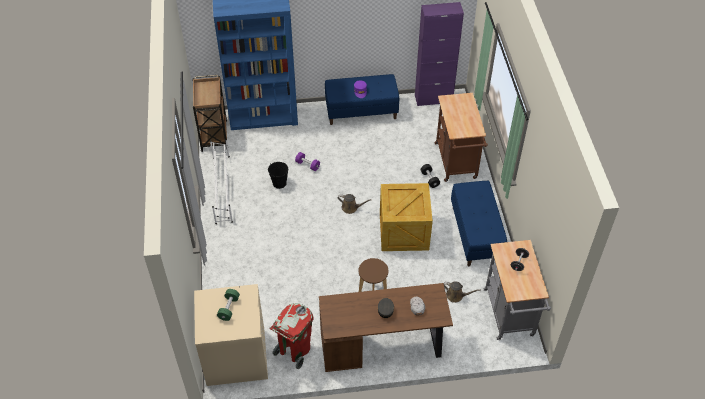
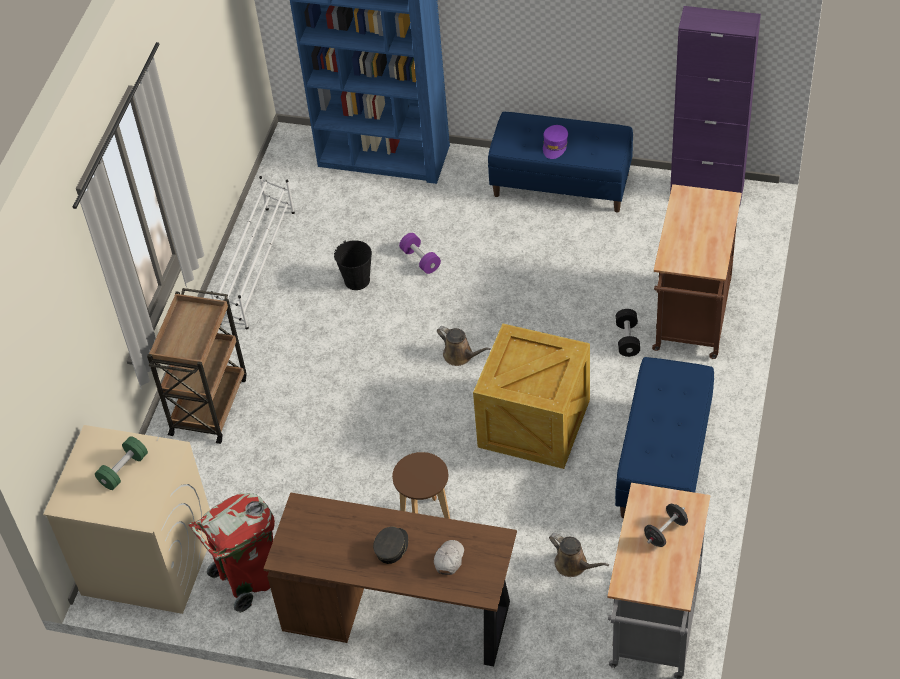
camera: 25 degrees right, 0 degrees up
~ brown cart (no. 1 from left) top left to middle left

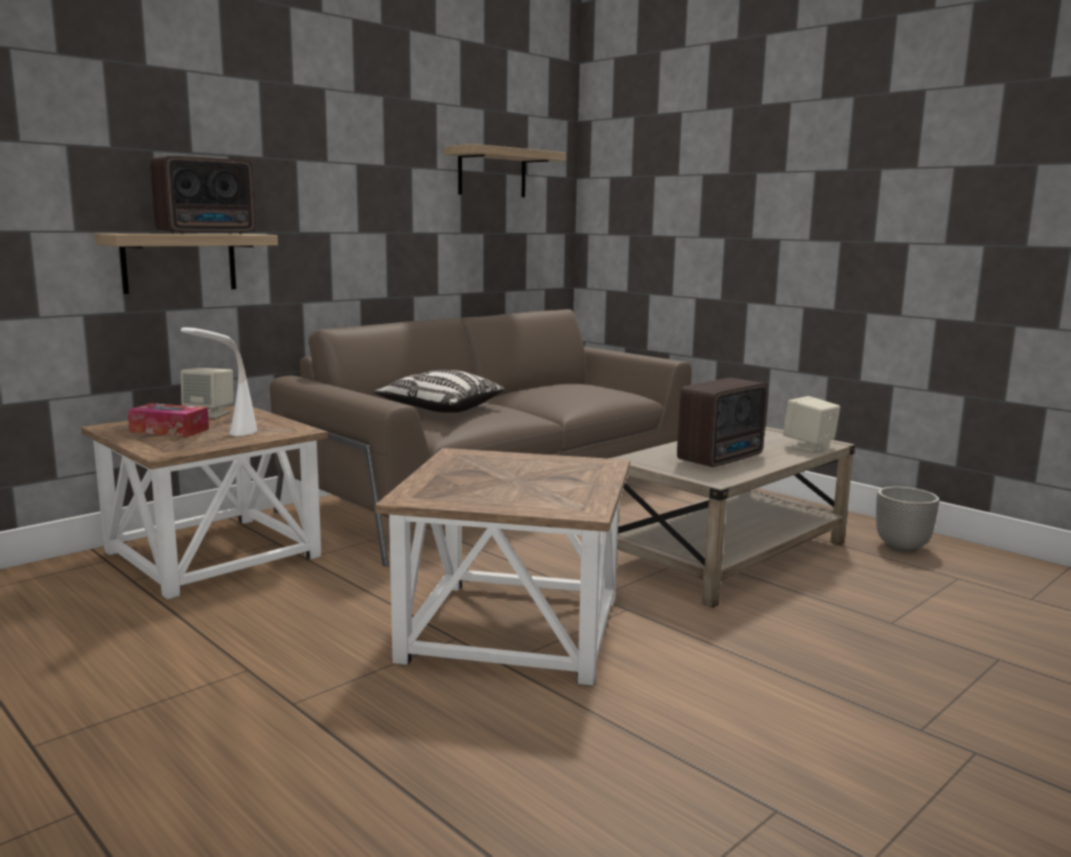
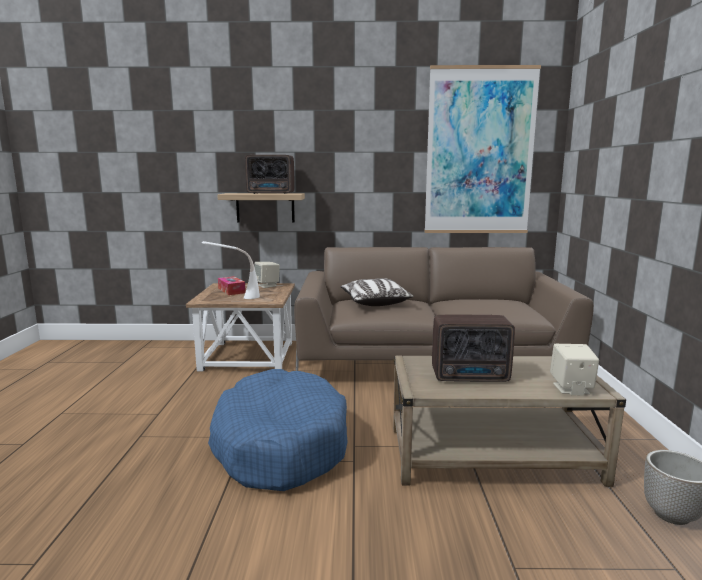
camera: 45 degrees right, 0 degrees up
~ brown side table (no. 2 from left) centre to blue dog bed bottom centre
~ shelf (no. 2 from left) top centre to picture top right

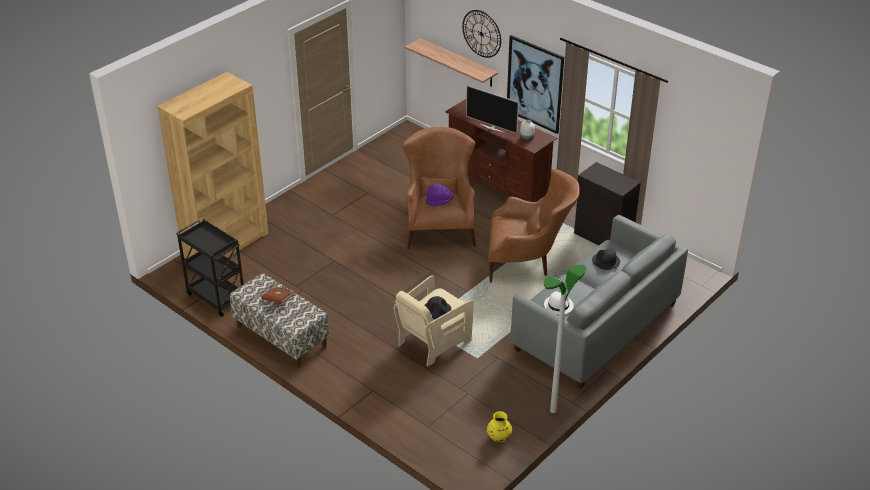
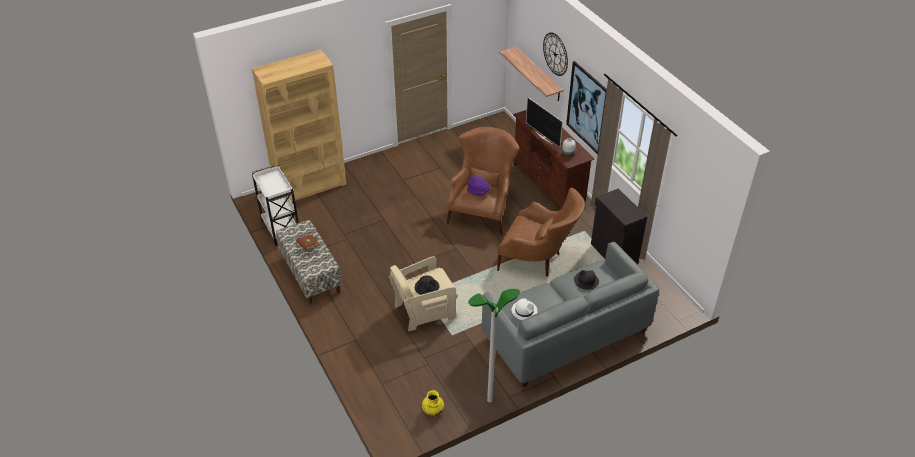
camera: 20 degrees right, 5 degrees up
~ black cart middle left to white cart middle left

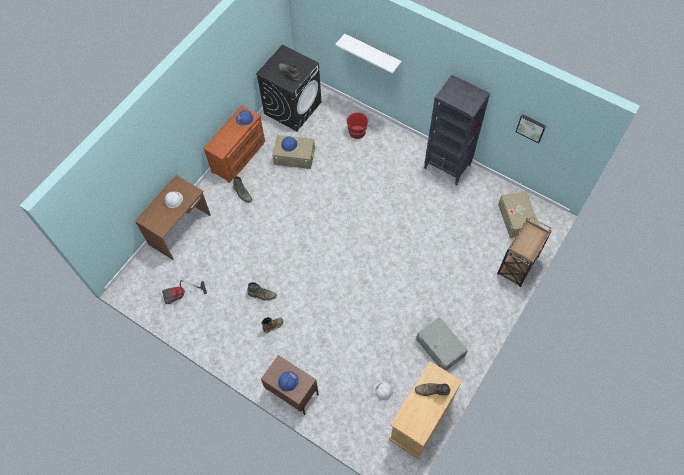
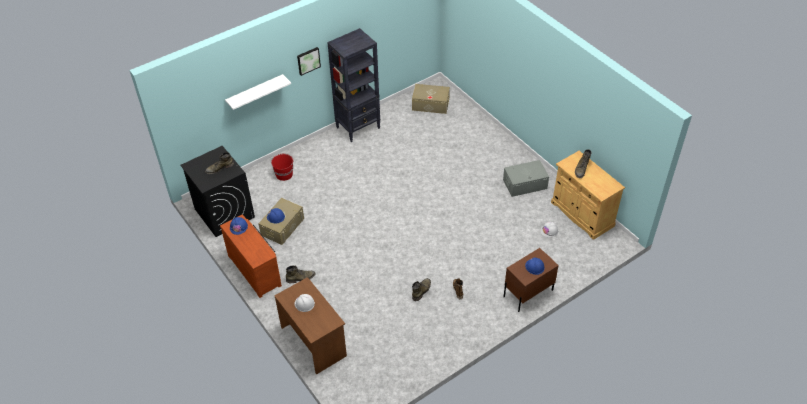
camera: 70 degrees left, 15 degrees down
- vacuum cleaner middle left
- brown cart middle right
~ picture top right to top centre

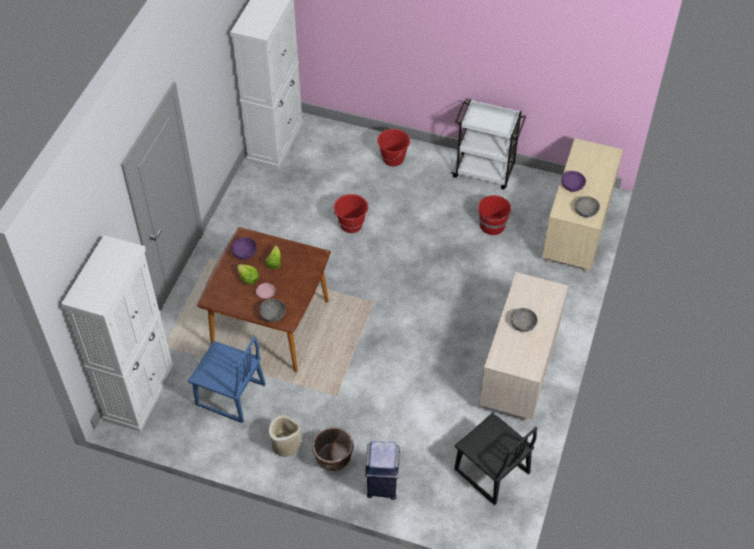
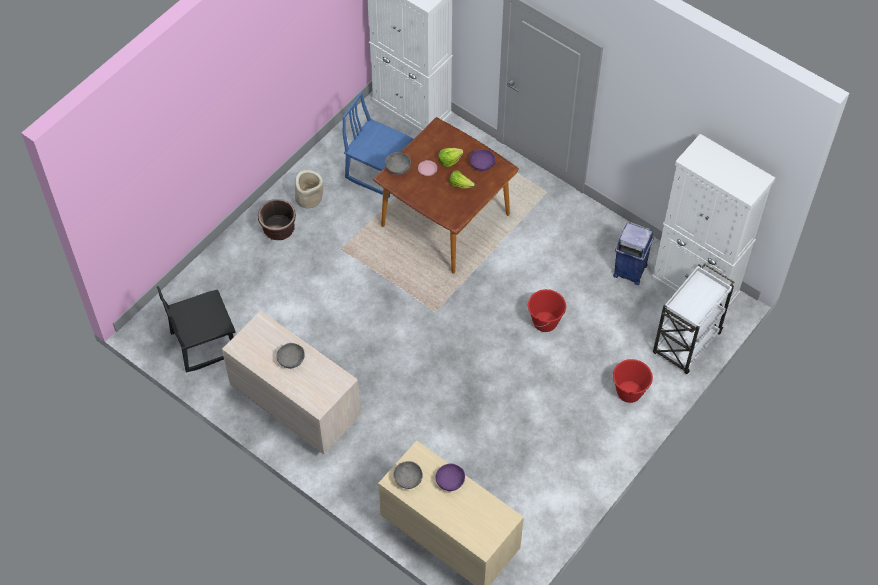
camera: 110 degrees right, 5 degrees up
- red bucket (no. 3 from left) centre
~ blue trash can bottom centre to middle right
~ white cart top centre to middle right
~ blue chair bottom left = top centre 75 degrees clockwise

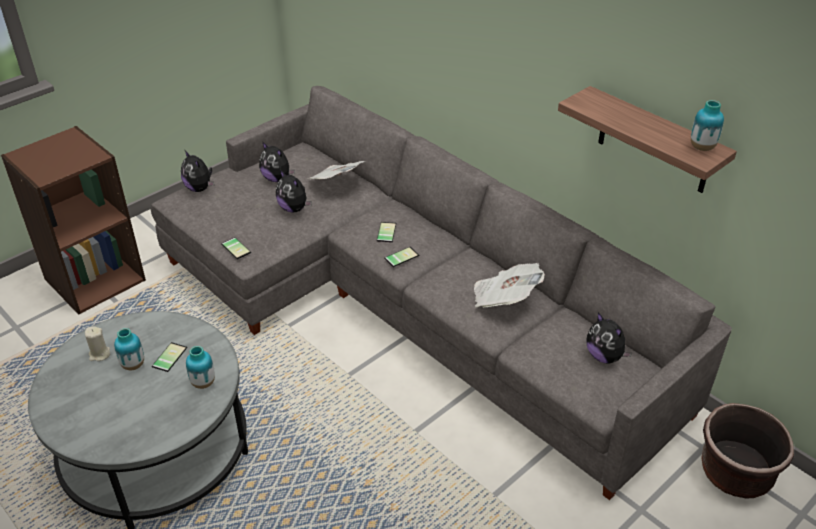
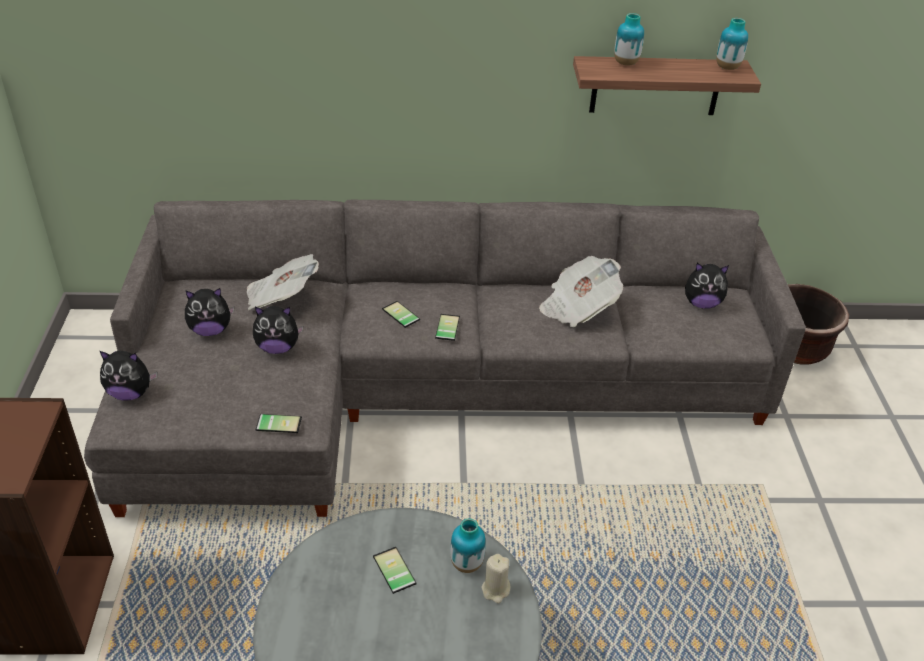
camera: 50 degrees left, 0 degrees up
~ beige candle middle left to bottom centre
~ vase (no. 1 from left in the first image) middle left to vase (no. 2 from left) top right

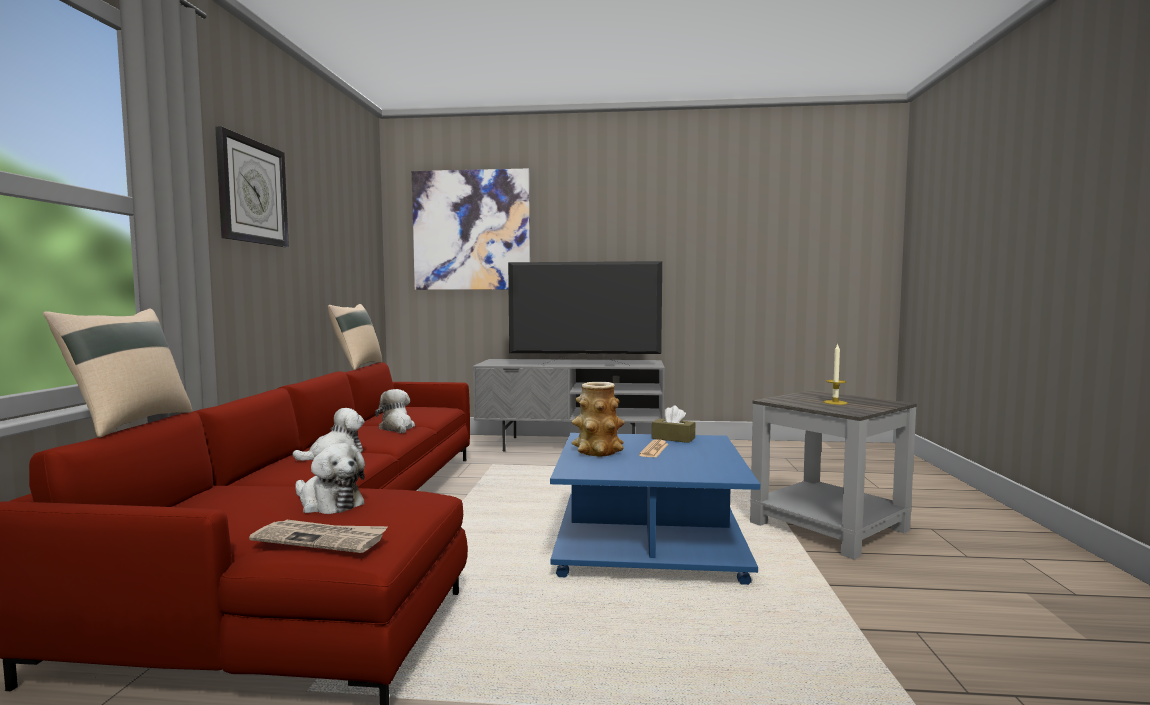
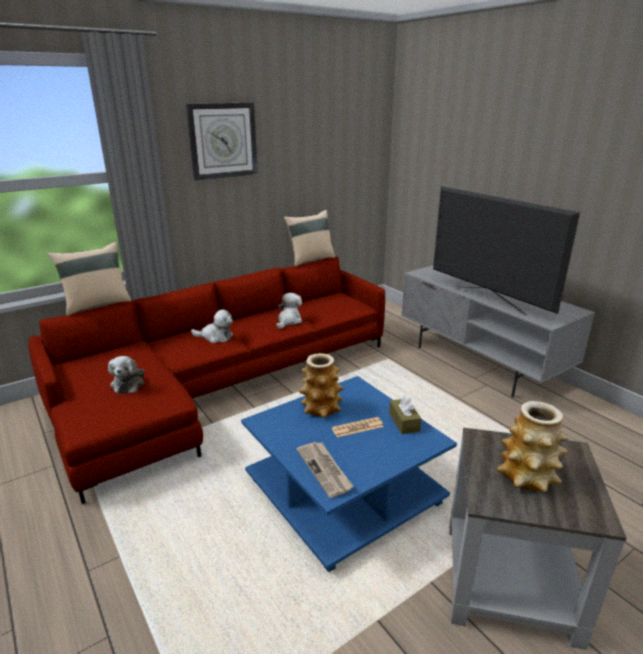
camera: 50 degrees right, 20 degrees up
- picture top centre
~ newspaper (no. 1 from left) bottom left to bottom centre
~ candle middle right to vase (no. 2 from left) bottom right

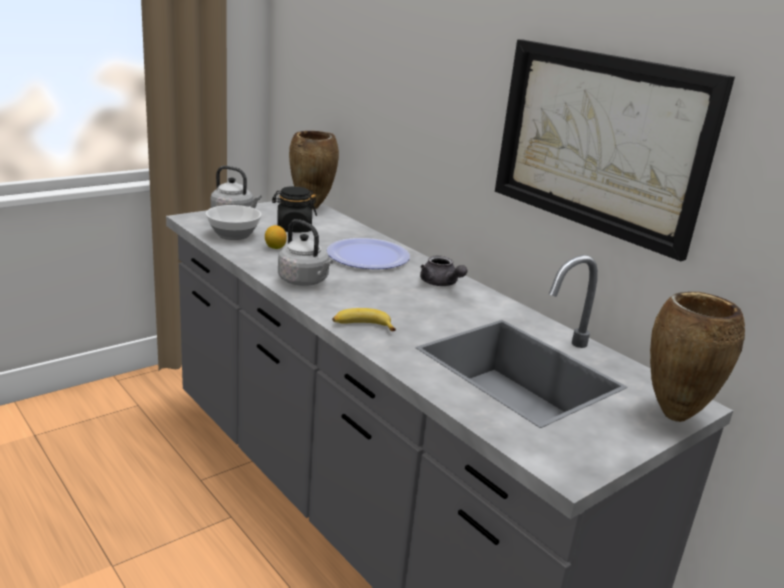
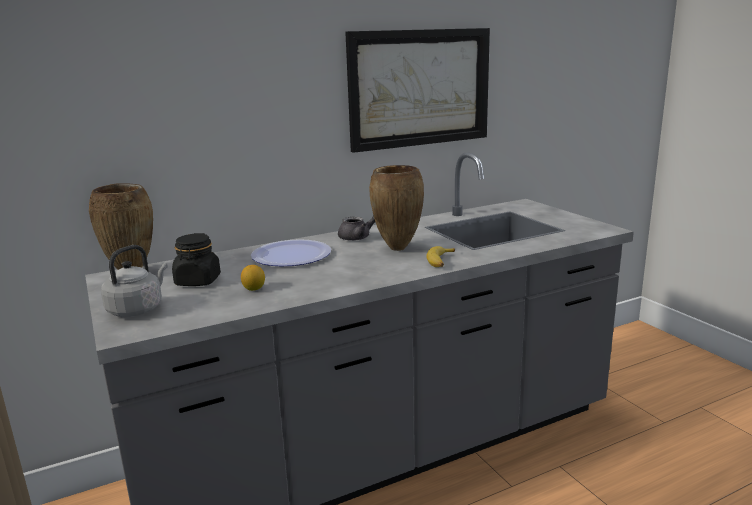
camera: 75 degrees left, 5 degrees down
- bowl middle left
- grey kettle (no. 2 from left) centre
~ brown vase (no. 2 from left) middle right to centre

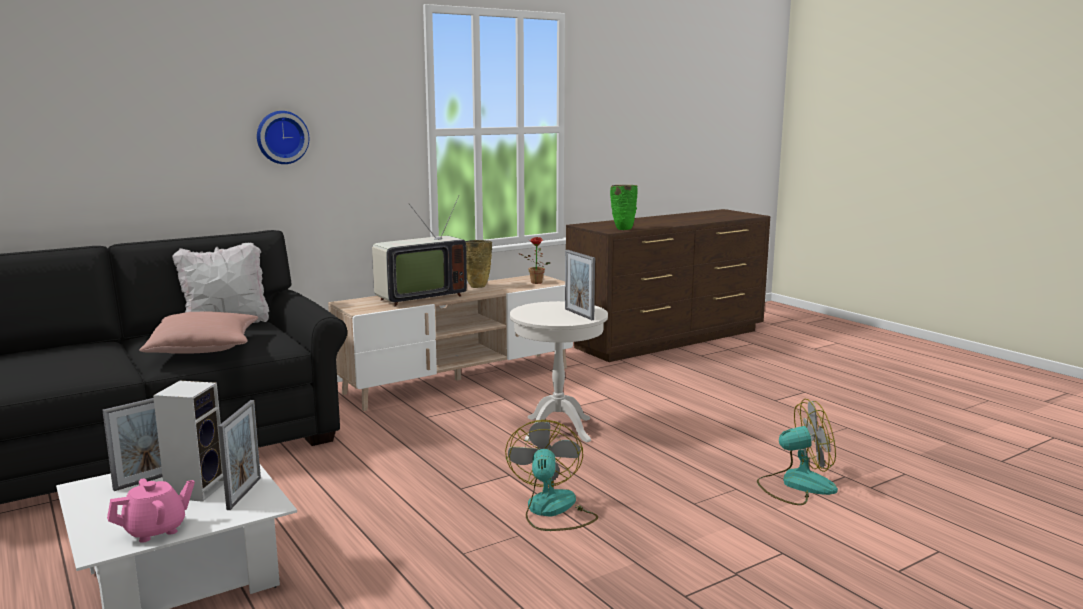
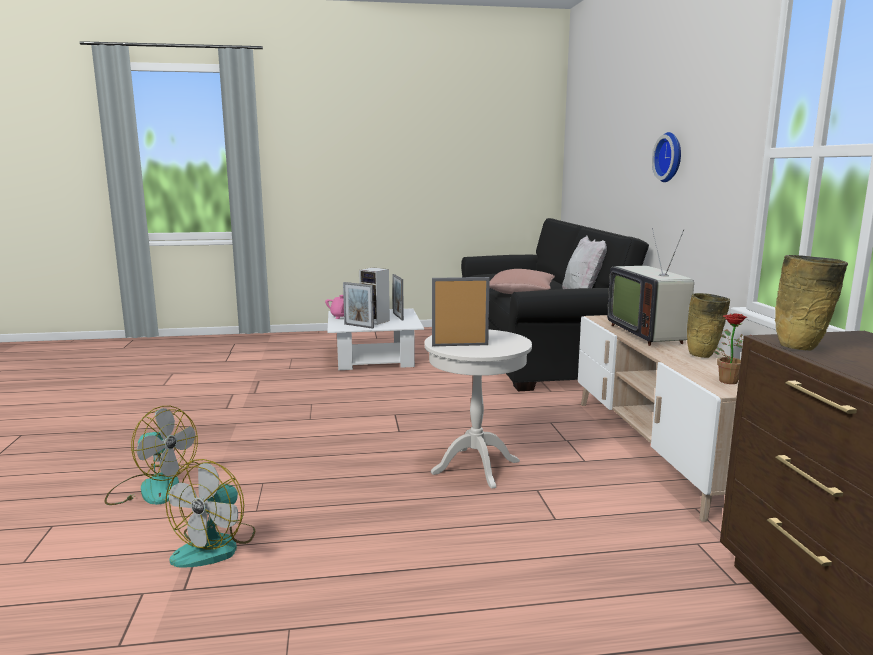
camera: 115 degrees right, 0 degrees up
~ fan (no. 1 from left) bottom centre to bottom left
~ green vase centre to beige vase (no. 2 from left) middle right

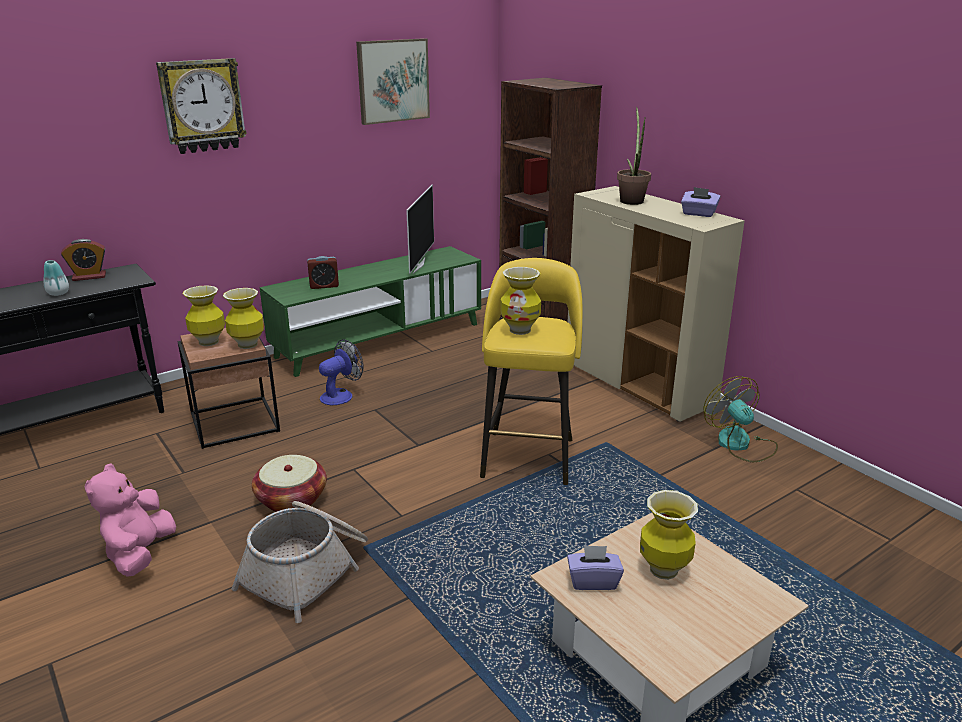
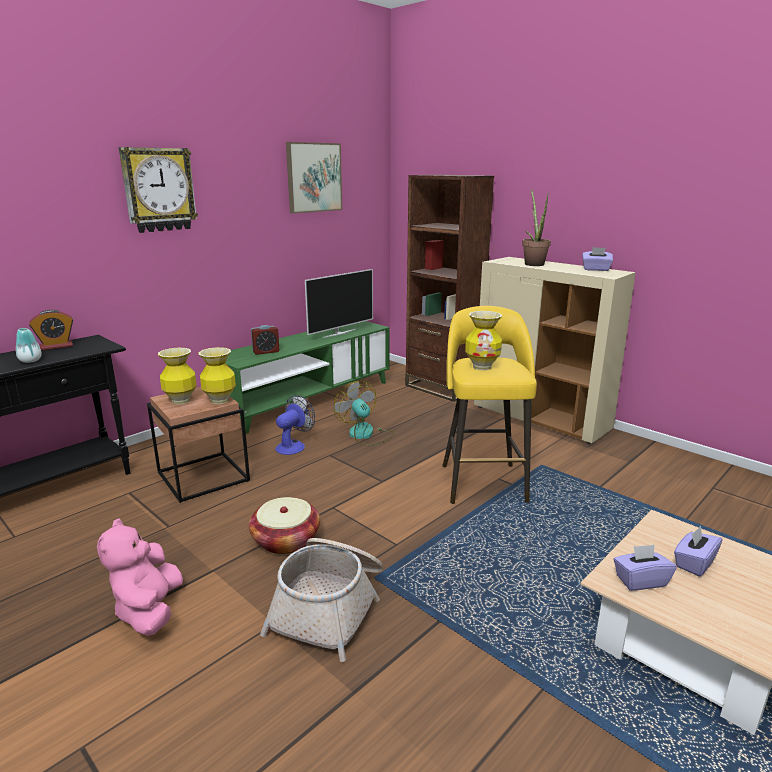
camera: 10 degrees left, 5 degrees down
~ fan (no. 2 from left) middle right to centre
~ vase (no. 5 from left) bottom right to purple tissue box (no. 3 from left) bottom right
~ television top centre = centre 45 degrees clockwise

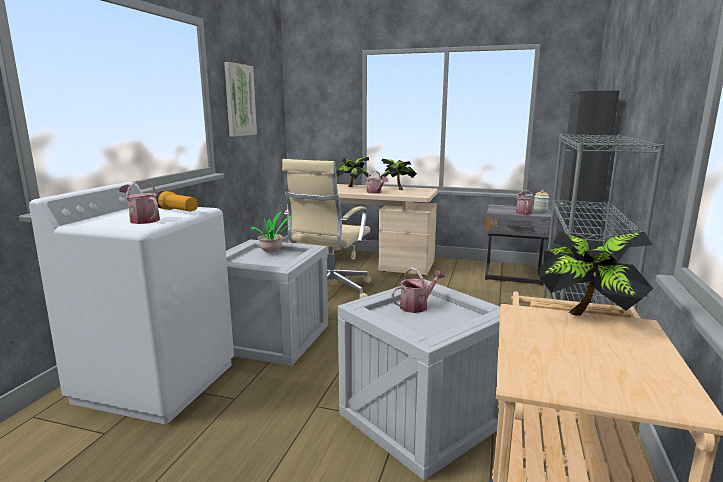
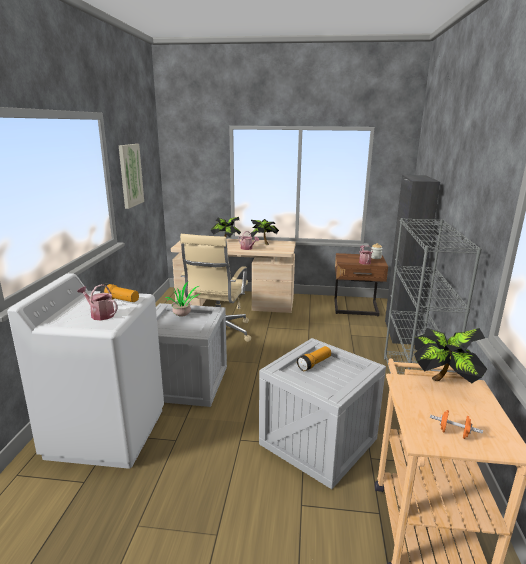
camera: 10 degrees left, 5 degrees up
+ orange dumbbell bottom right
~ watering can (no. 3 from left) centre to flashlight (no. 2 from left) centre
~ grey nightstand middle right to brown nightstand middle right

